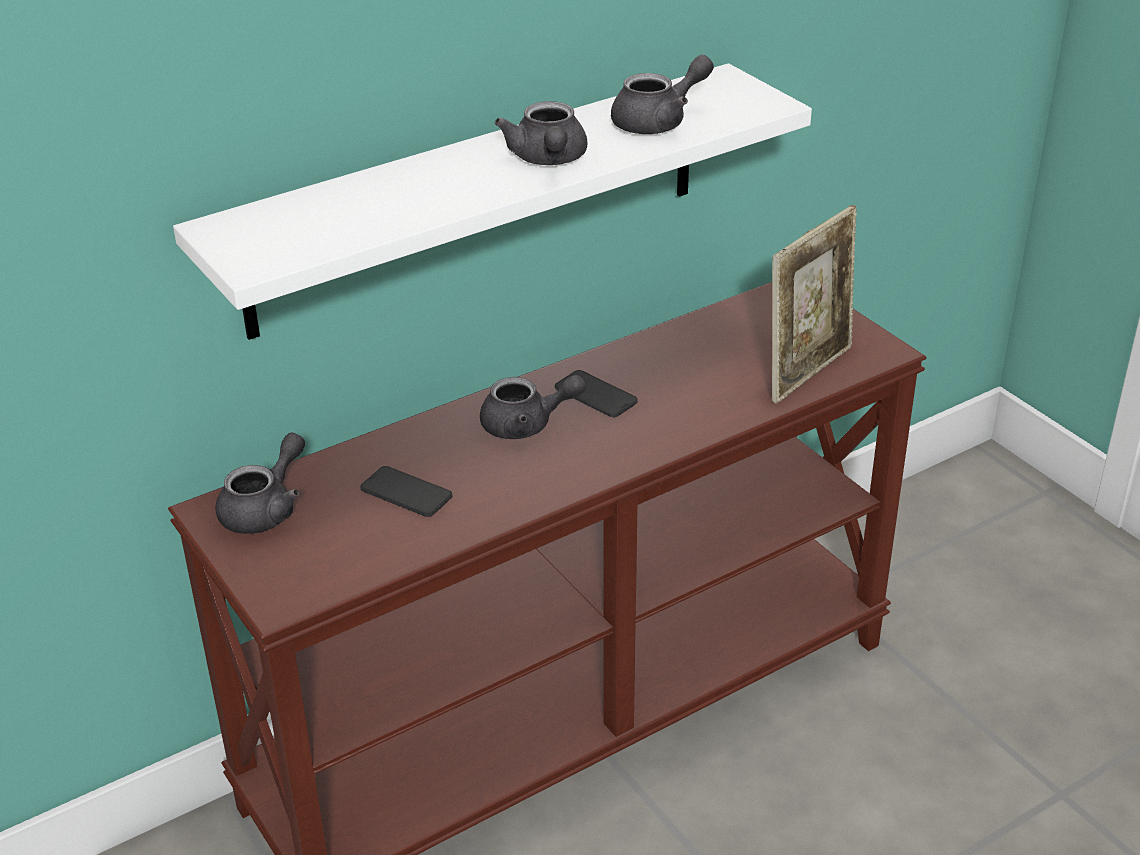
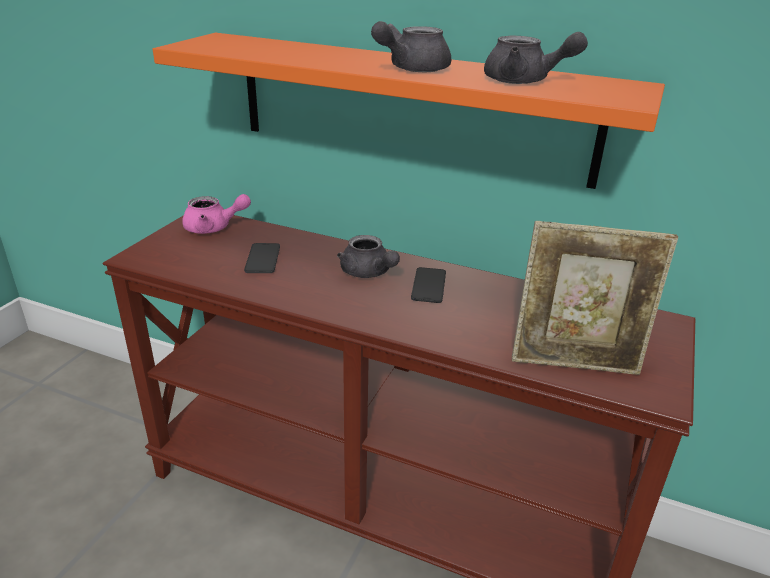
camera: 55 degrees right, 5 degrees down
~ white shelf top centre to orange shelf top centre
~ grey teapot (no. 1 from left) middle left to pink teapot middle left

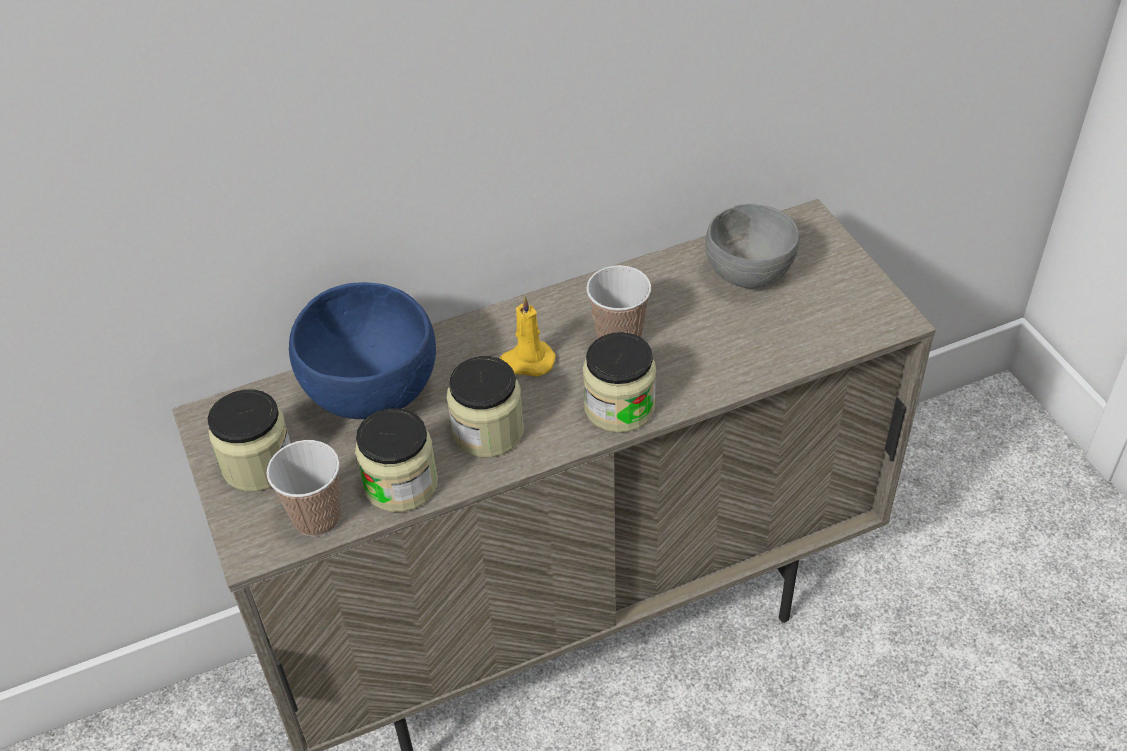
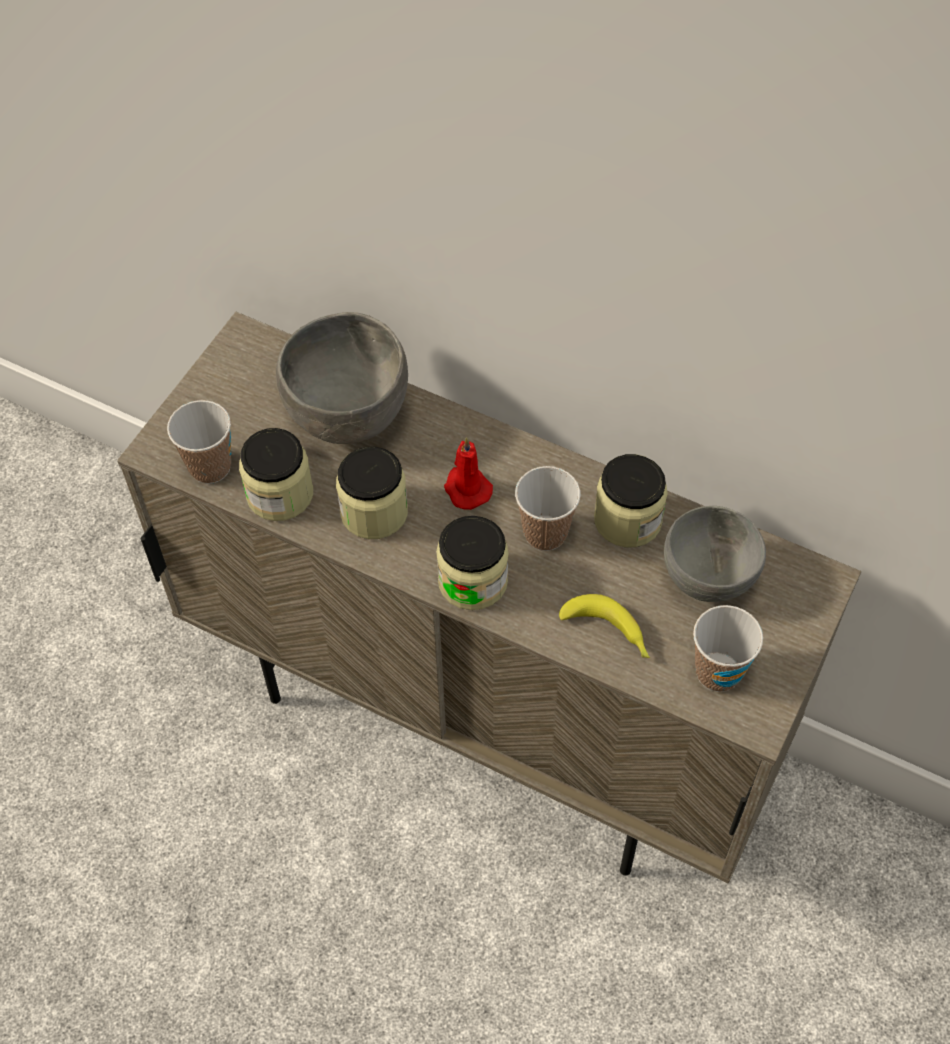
camera: 50 degrees right, 10 degrees up
+ banana centre
+ cup (no. 3 from left) middle right
~ jar (no. 1 from left in the first image) middle left to jar (no. 4 from left) centre
~ blue bowl middle left to grey bowl (no. 1 from left) centre
~ yellow candle centre to red candle centre

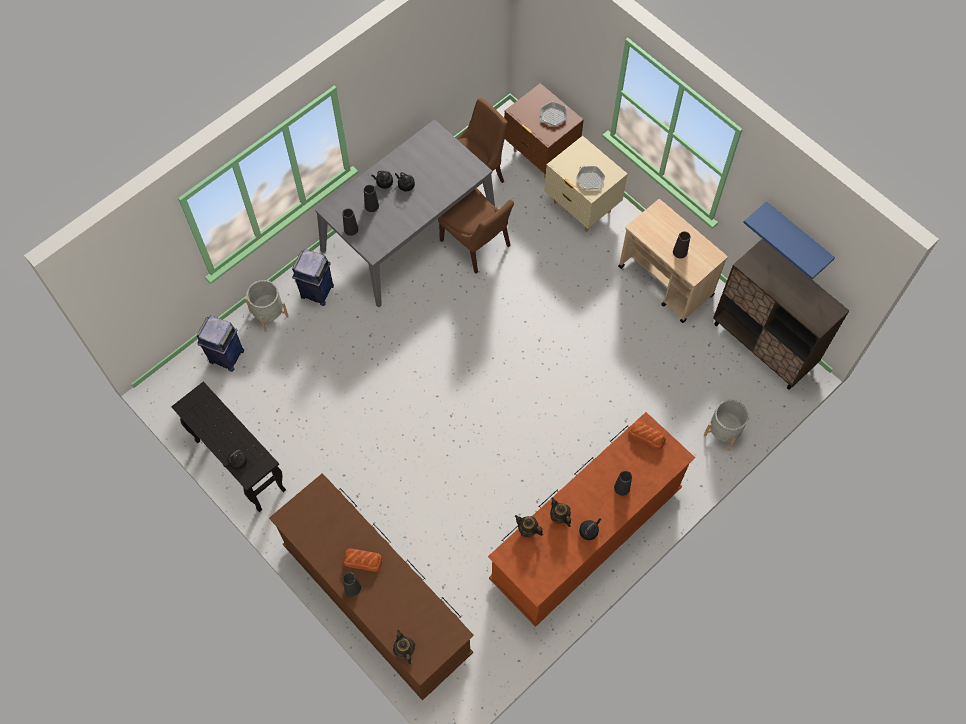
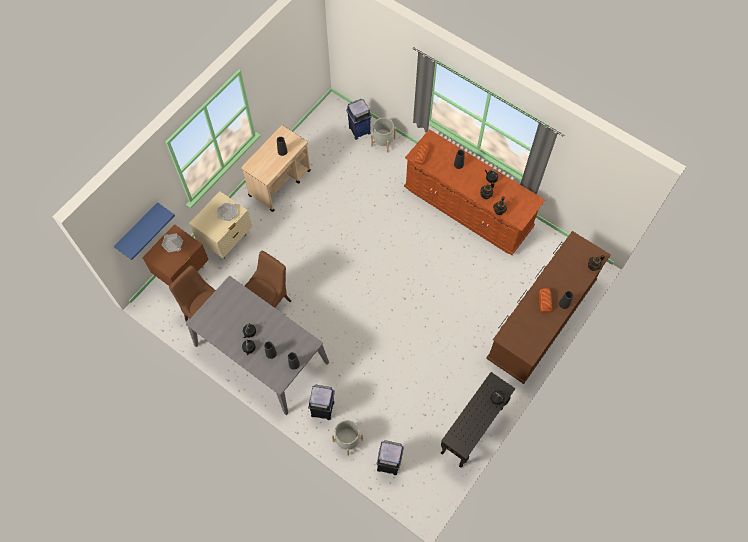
camera: 100 degrees left, 0 degrees up
- brown cabinet middle right
+ blue trash can (no. 2 from left) top centre
~ blue shelf top right to middle left

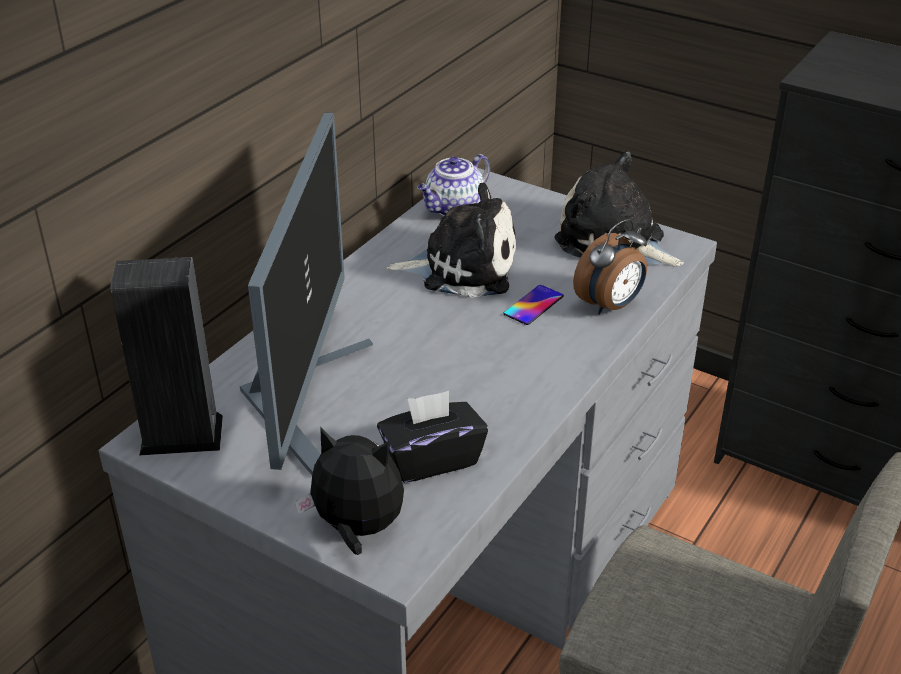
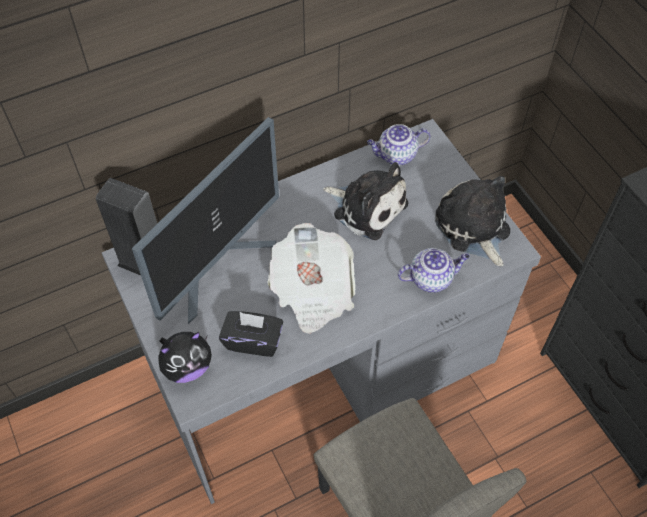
camera: 30 degrees right, 20 degrees up
- phone centre
+ newspaper centre
~ alarm clock middle right to teapot (no. 2 from left) middle right
~ plush toy (no. 1 from left) bottom centre = bottom left 105 degrees clockwise

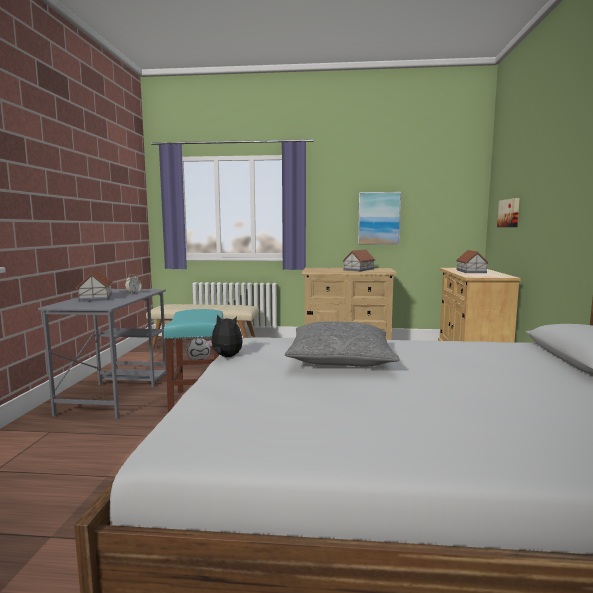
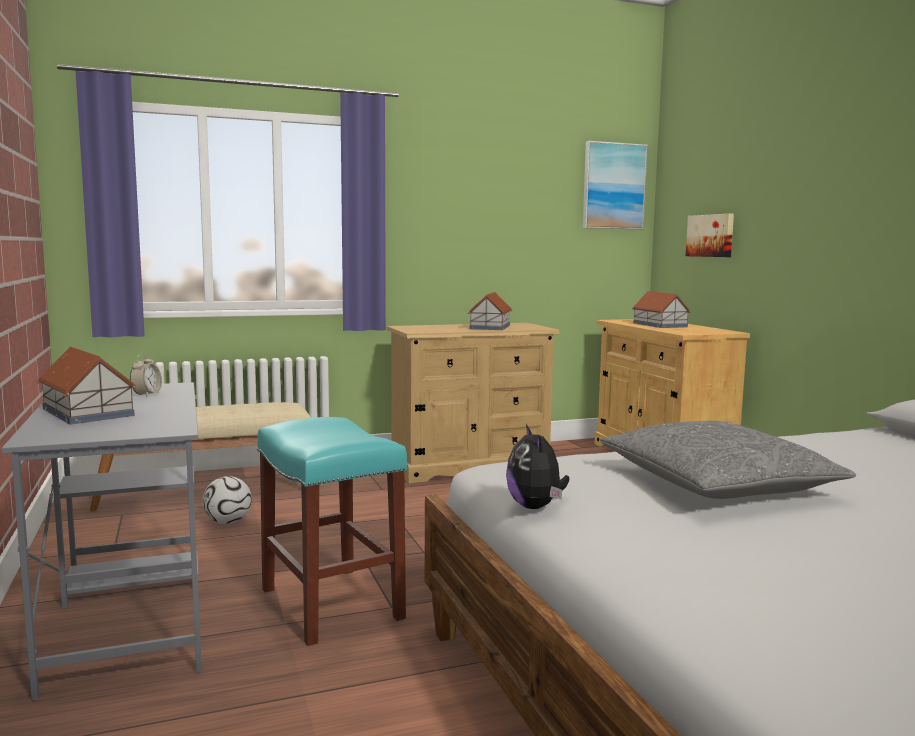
camera: 25 degrees left, 0 degrees up
~ picture (no. 1 from left) centre to top right
~ plush toy centre = centre 105 degrees counterclockwise

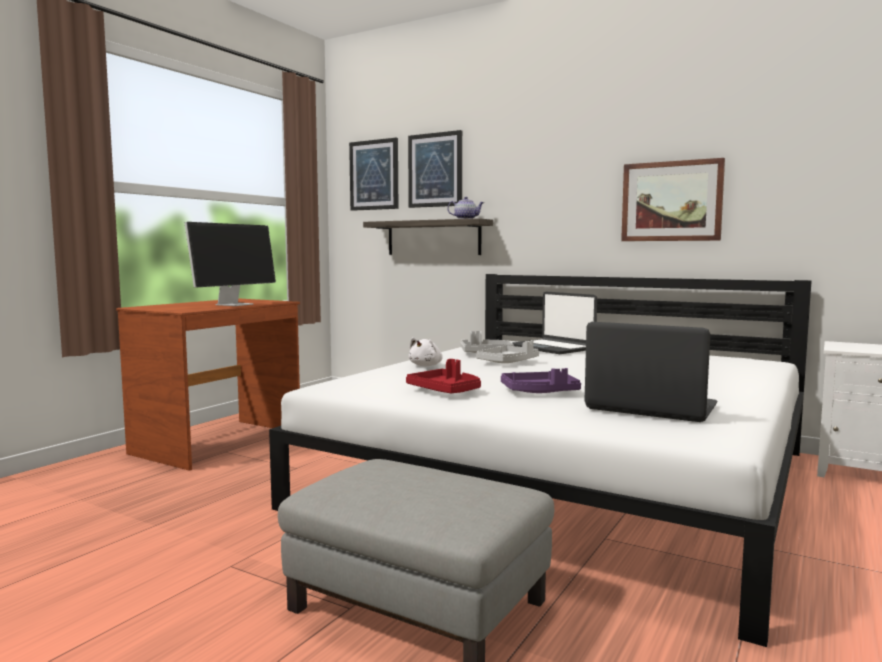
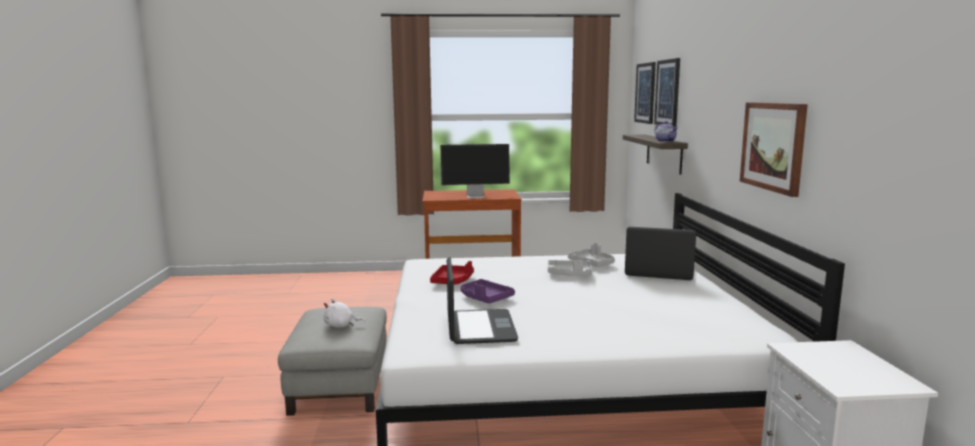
camera: 55 degrees right, 5 degrees up
~ white plush toy centre to bottom centre
~ laptop (no. 1 from left in the first image) centre = middle right 90 degrees clockwise

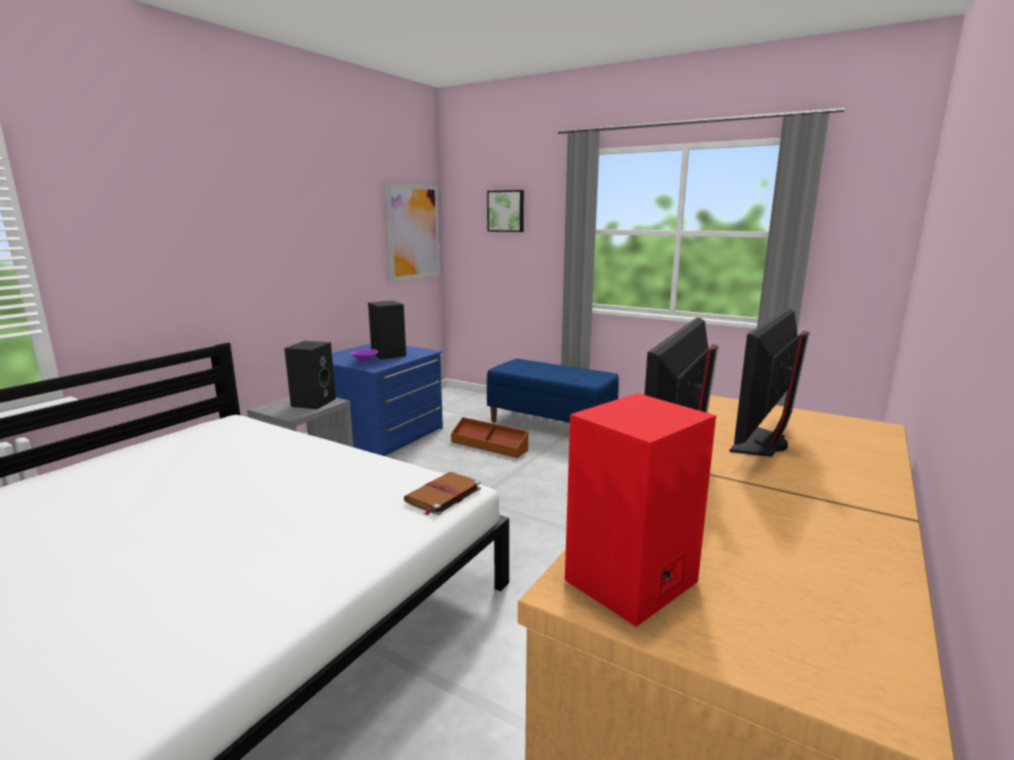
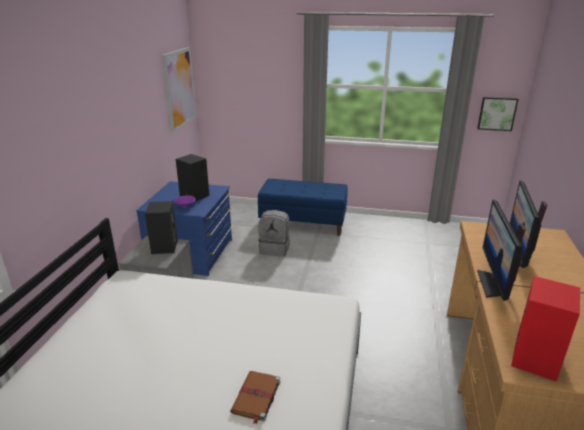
camera: 20 degrees left, 10 degrees up
~ brown book centre to bottom centre
~ picture (no. 2 from left) top centre to top right
~ brown storage box centre to grey backpack centre

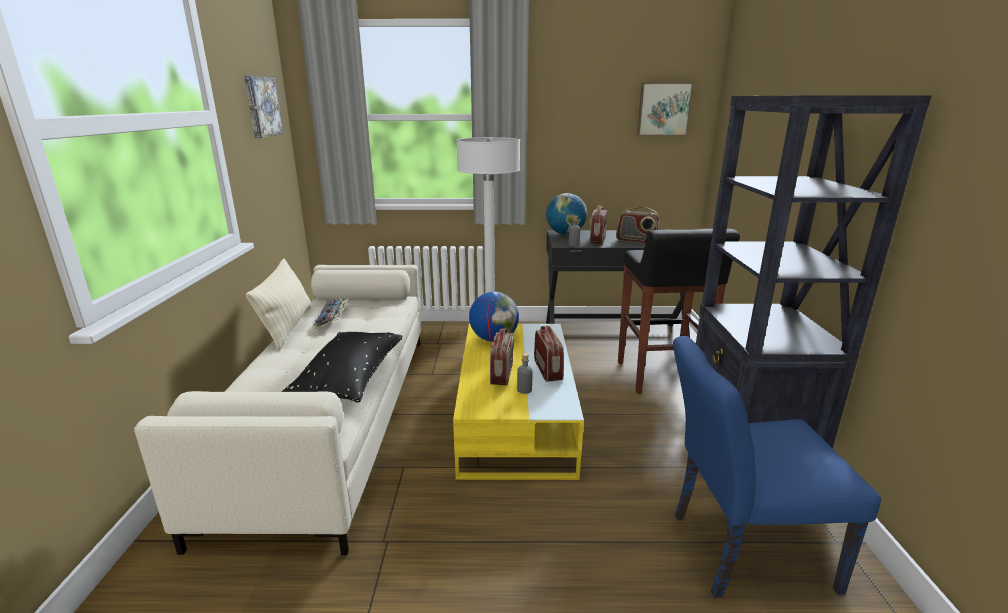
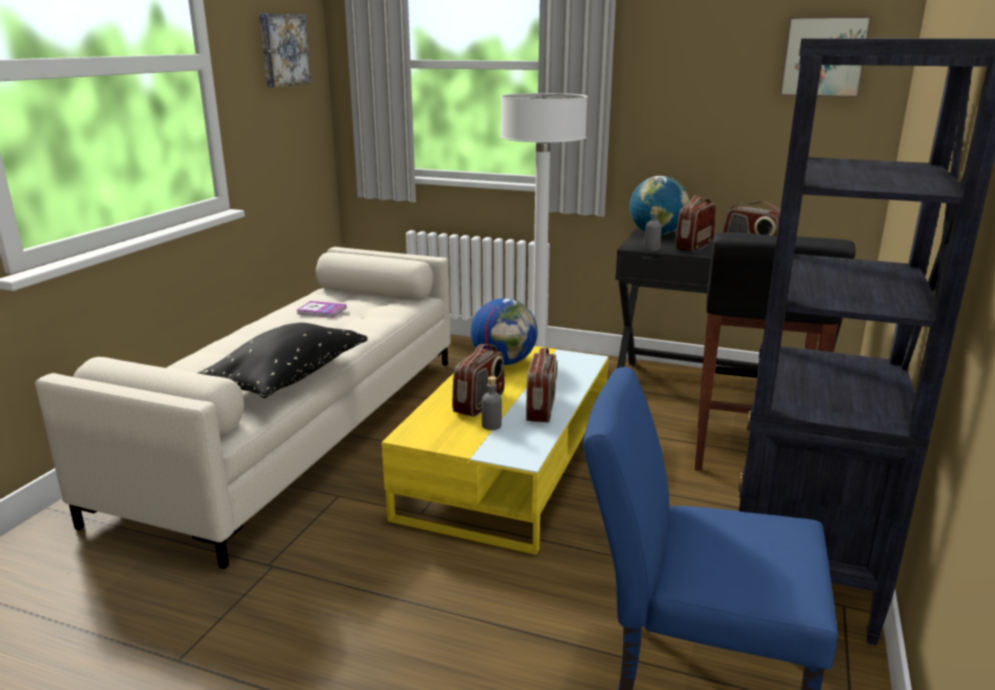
camera: 20 degrees right, 0 degrees up
- beige pillow middle left
~ keyboard middle left to book middle left

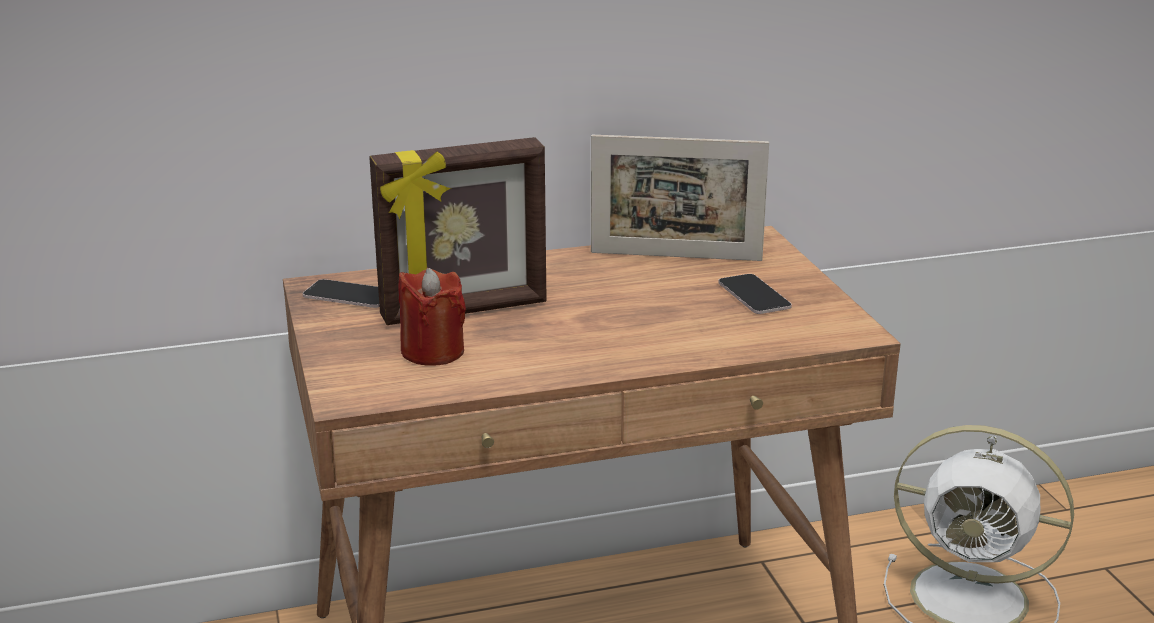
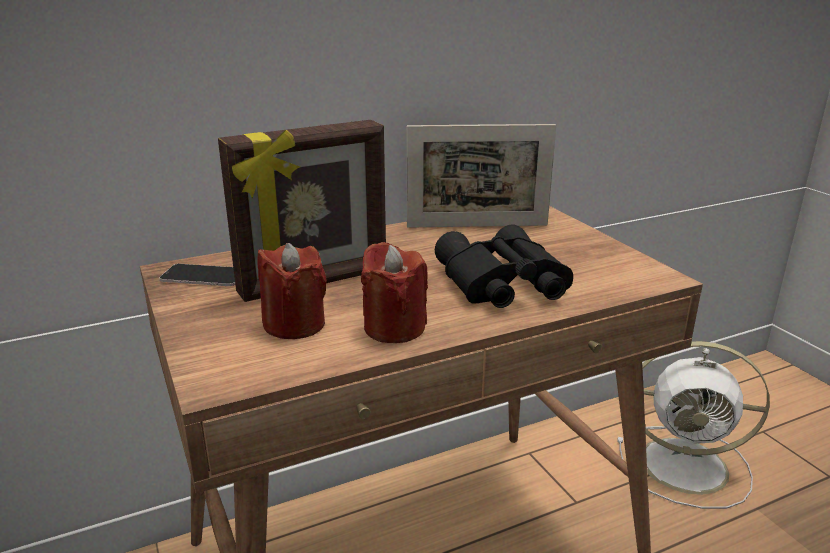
camera: 10 degrees left, 0 degrees up
- phone (no. 2 from left) centre
+ red candle (no. 2 from left) centre
+ black binoculars centre

